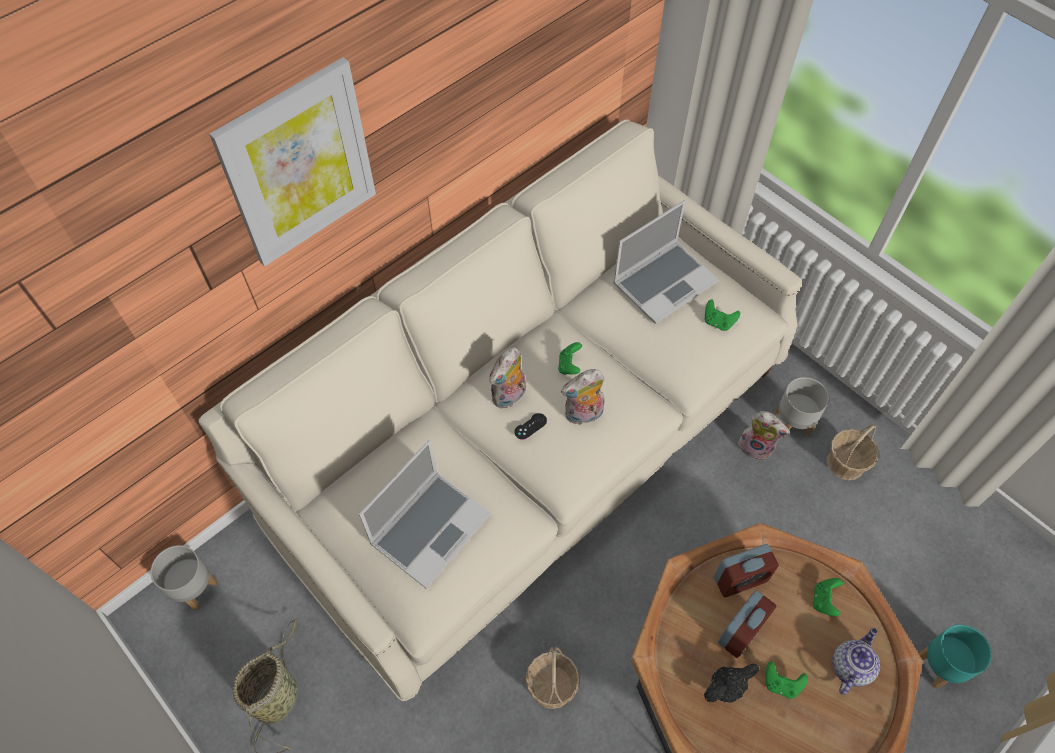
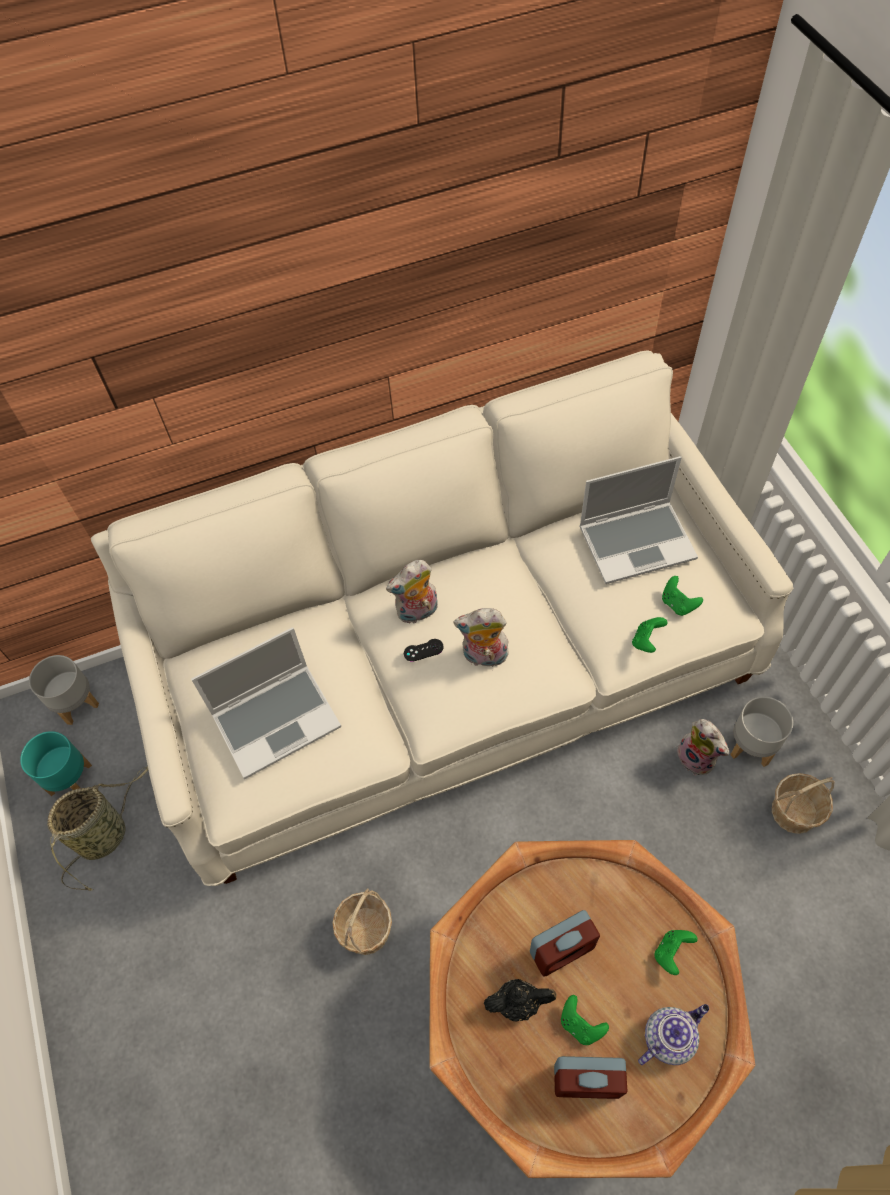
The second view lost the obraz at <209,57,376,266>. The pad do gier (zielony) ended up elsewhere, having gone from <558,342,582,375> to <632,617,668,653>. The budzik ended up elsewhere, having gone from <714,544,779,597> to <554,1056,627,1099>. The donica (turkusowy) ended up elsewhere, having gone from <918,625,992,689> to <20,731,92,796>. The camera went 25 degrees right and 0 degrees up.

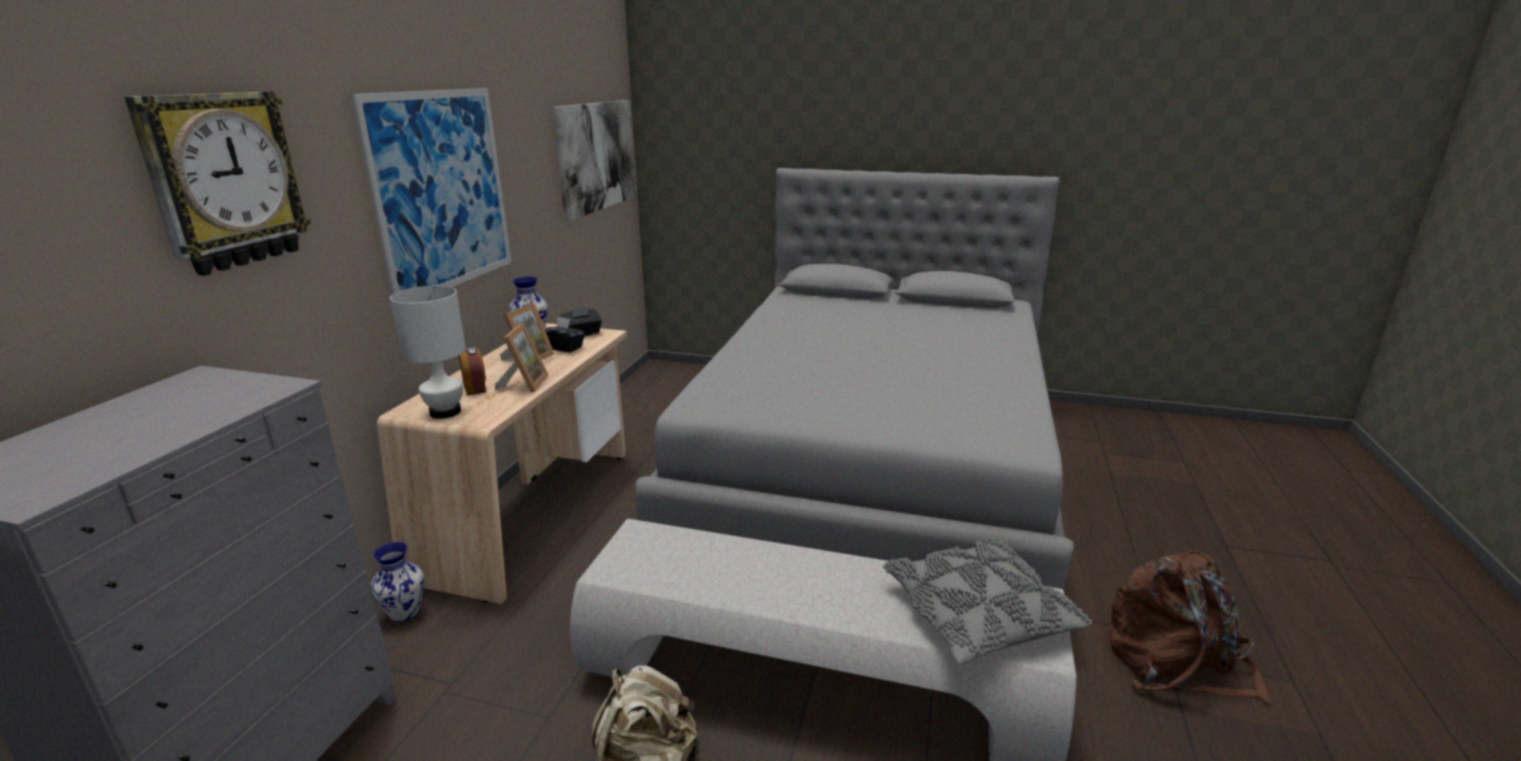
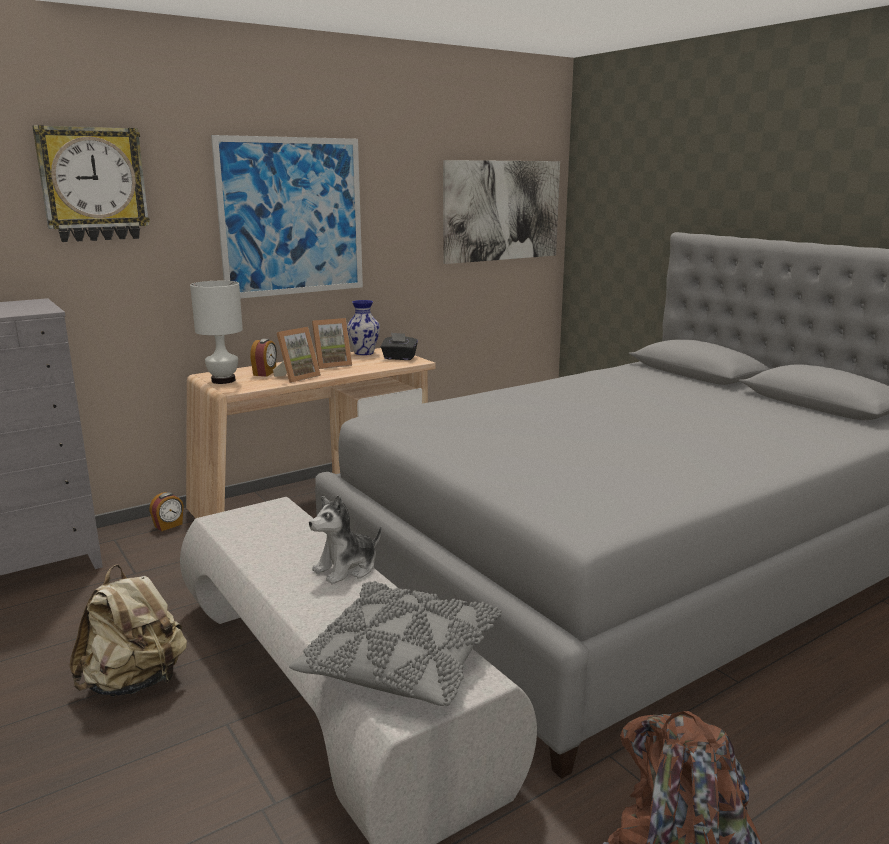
The second view lost the pudełko chusteczek (czarny) at <545,317,585,353>. The second view gained the pluszak at <309,495,381,584>. Where the wazon stood at <371,542,424,622>, the budzik came to stand at <149,492,184,531>. The camera went 40 degrees right and 5 degrees down.

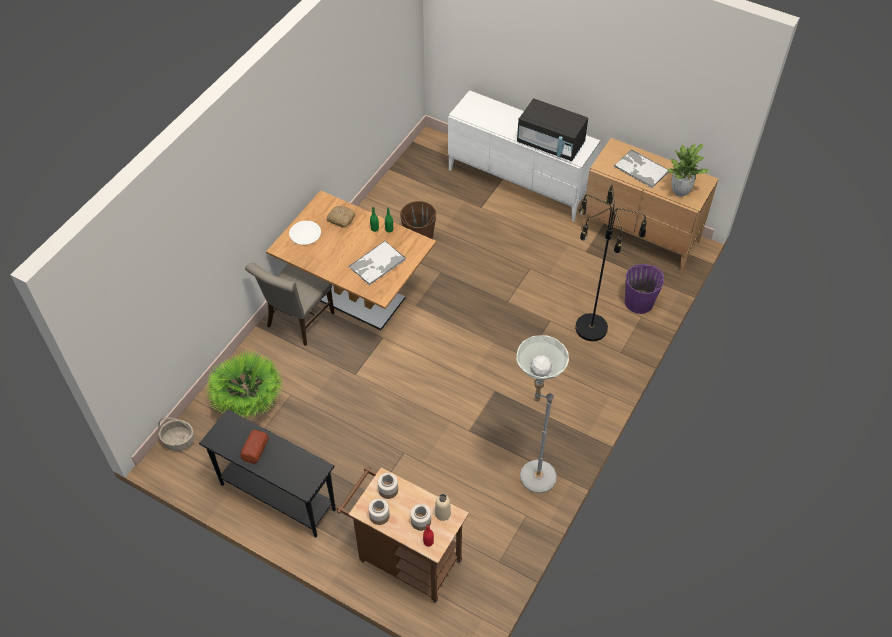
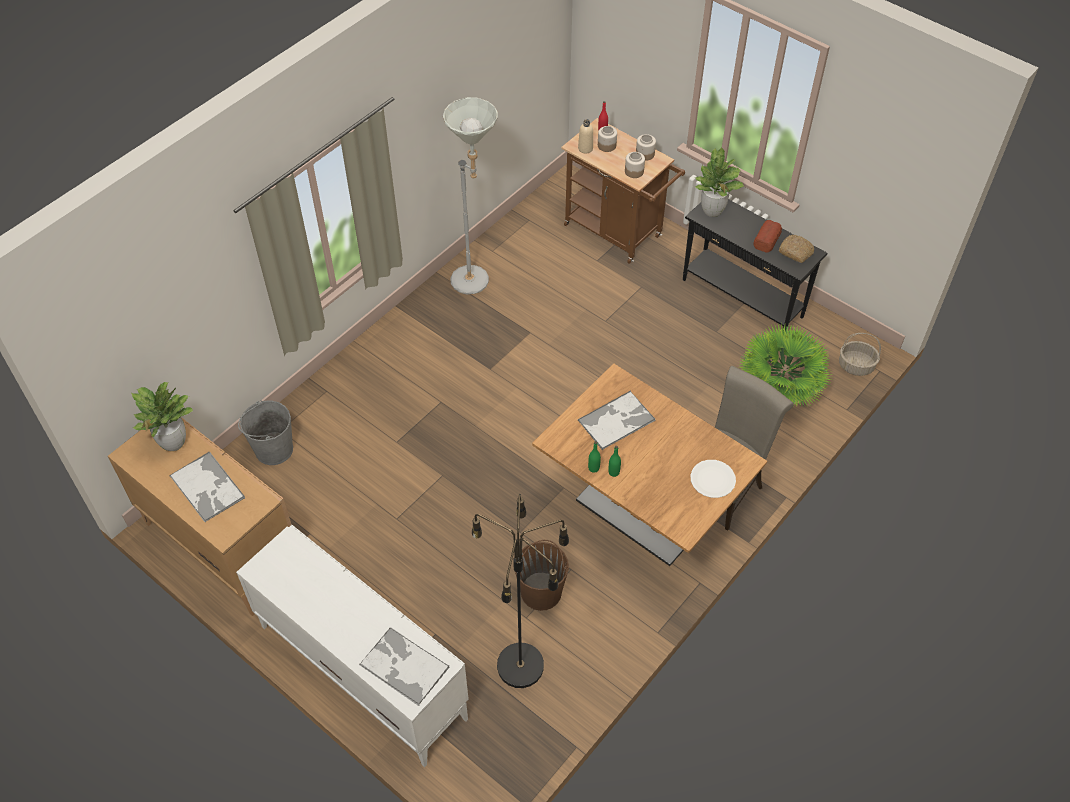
The second view lost the mikrofalówka (czarny) at <517,98,588,161>. The second view gained the taca at <359,628,449,706>. The second view gained the roślina doniczkowa at <695,147,744,217>. The chleb ended up elsewhere, having gone from <327,206,356,228> to <779,234,815,263>. The lampa stojąca ended up elsewhere, having gone from <575,184,647,341> to <472,494,569,688>. What was the wiadro (fioletowy) at <625,264,664,314> turned into the wiadro (szary) at <238,400,293,465>. The camera went 170 degrees left and 0 degrees up.

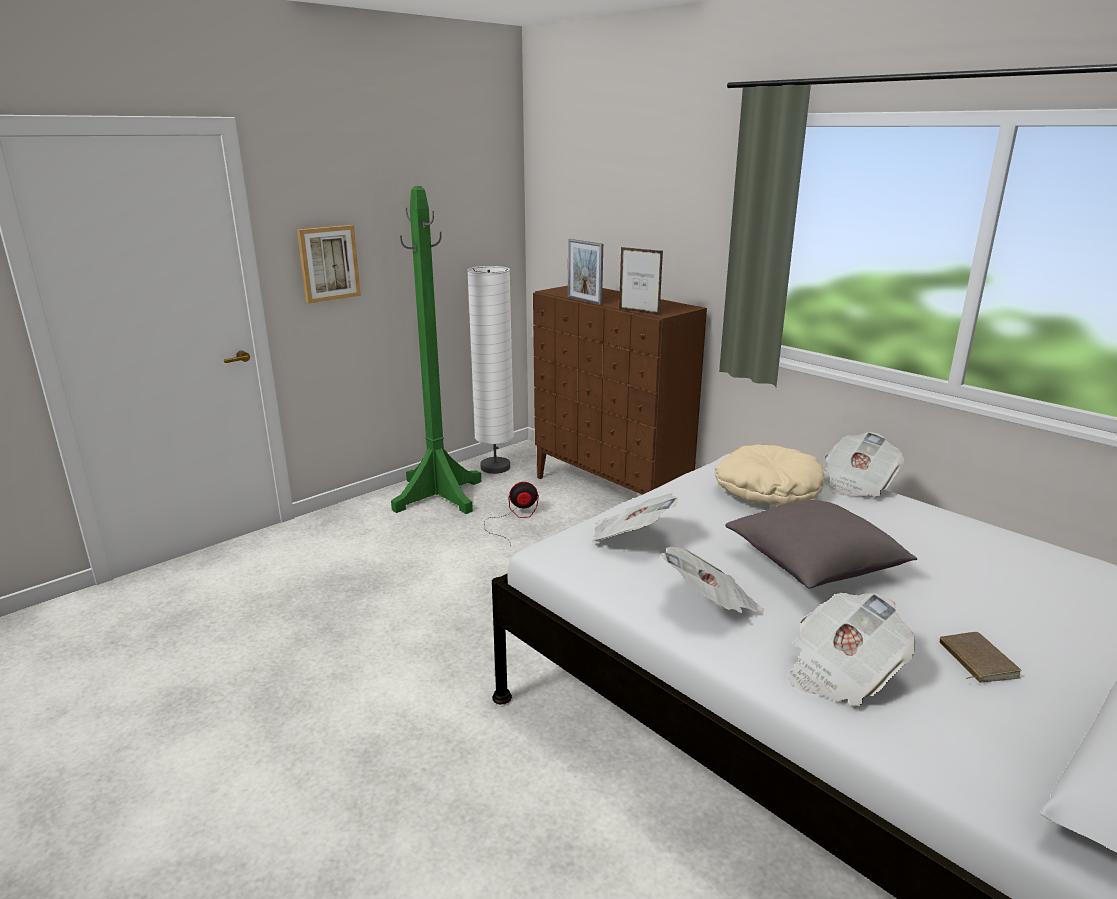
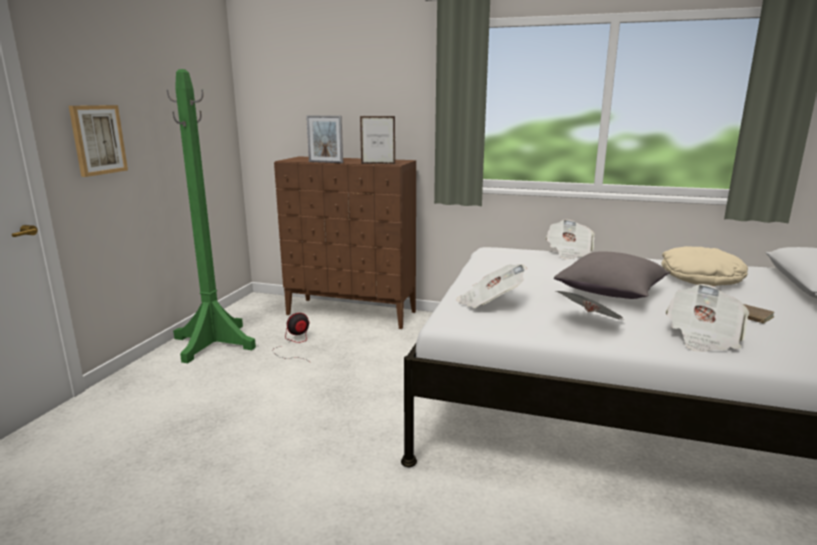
The second view lost the lampa stojąca (biały) at <467,266,514,474>. The poduszka (beżowy) ended up elsewhere, having gone from <715,445,824,506> to <661,246,748,286>. The camera went 30 degrees left and 5 degrees down.

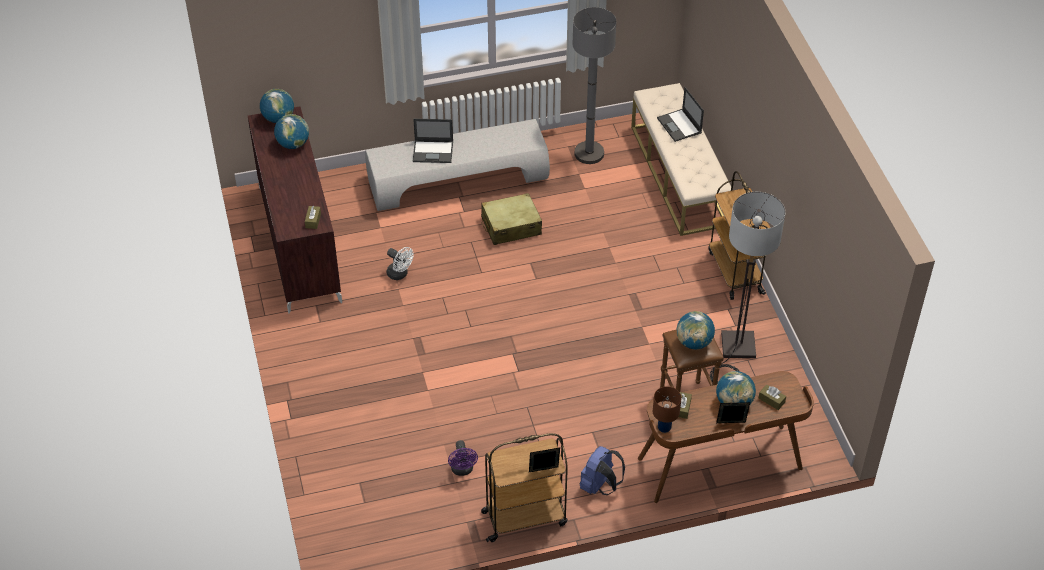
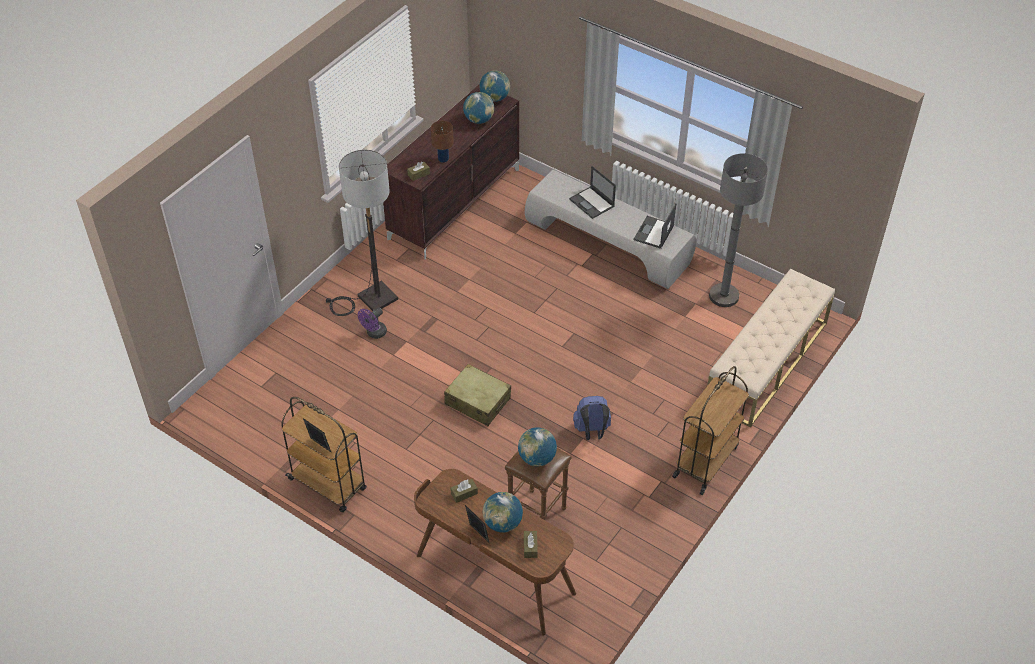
The second view lost the wentylator (biały) at <387,247,414,280>. The wentylator (fioletowy) ended up elsewhere, having gone from <448,440,478,476> to <358,307,387,339>. The walizka (beżowy) ended up elsewhere, having gone from <481,193,542,245> to <444,364,511,426>. The plecak (niebieski) ended up elsewhere, having gone from <580,446,625,495> to <573,396,611,440>. The lampa stołowa (brązowy) ended up elsewhere, having gone from <653,386,681,433> to <431,121,454,163>. The laptop ended up elsewhere, having gone from <657,87,704,142> to <633,203,676,249>. The lampa stojąca ended up elsewhere, having gone from <710,192,785,384> to <326,150,398,316>. The camera went 50 degrees right and 0 degrees up.

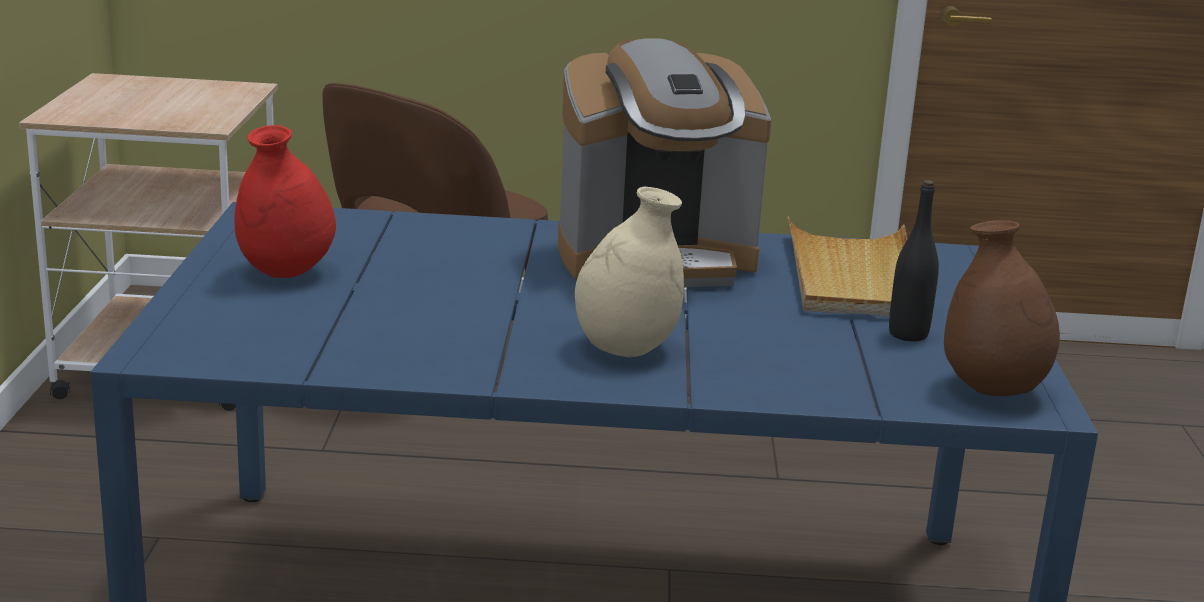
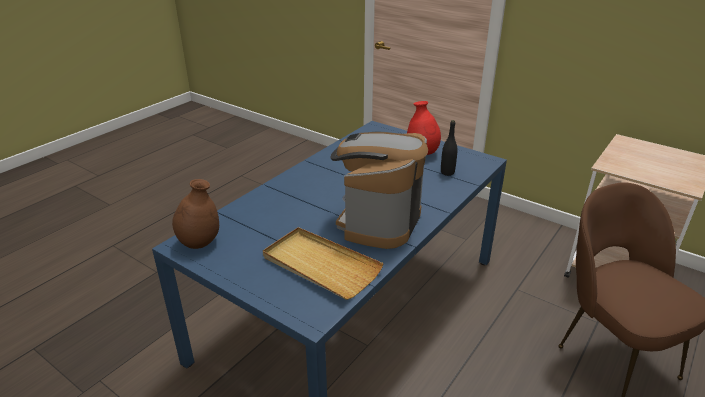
The second view lost the wazon (beżowy) at <575,186,684,357>. The butelka (czarny) ended up elsewhere, having gone from <889,180,939,341> to <441,120,458,176>. The camera went 125 degrees right and 10 degrees up.

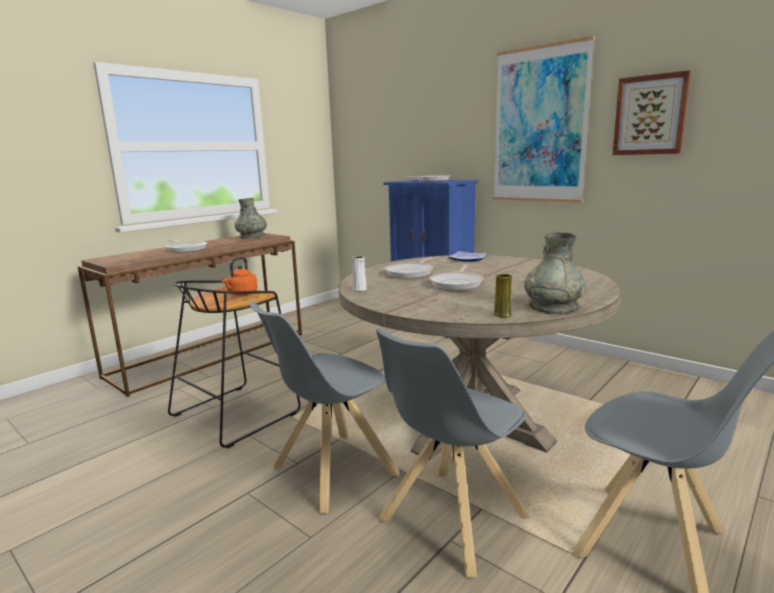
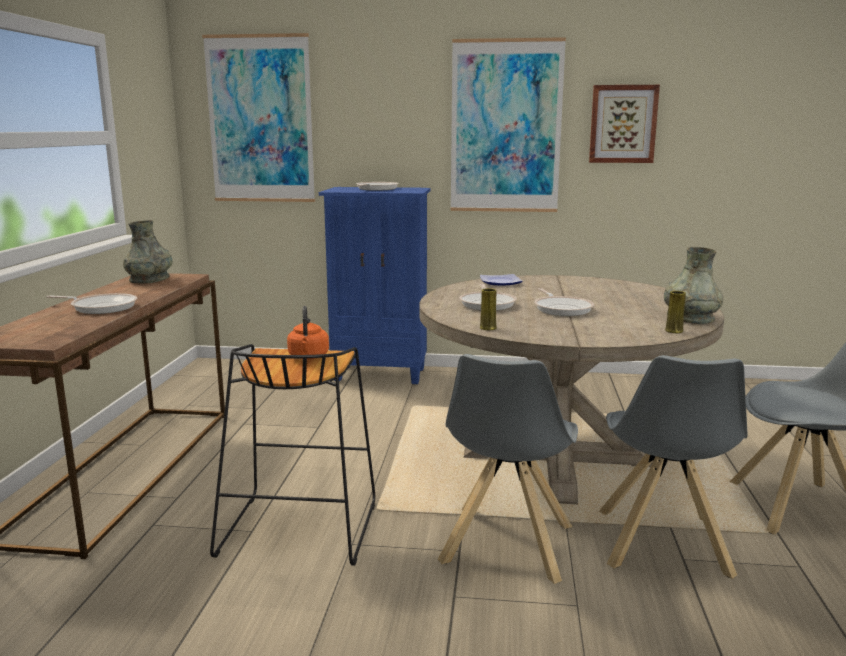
The second view gained the obraz at <202,33,315,202>. What was the wazon (biały) at <352,256,367,291> turned into the wazon (żółty) at <480,288,497,330>. The camera went 35 degrees left and 0 degrees up.

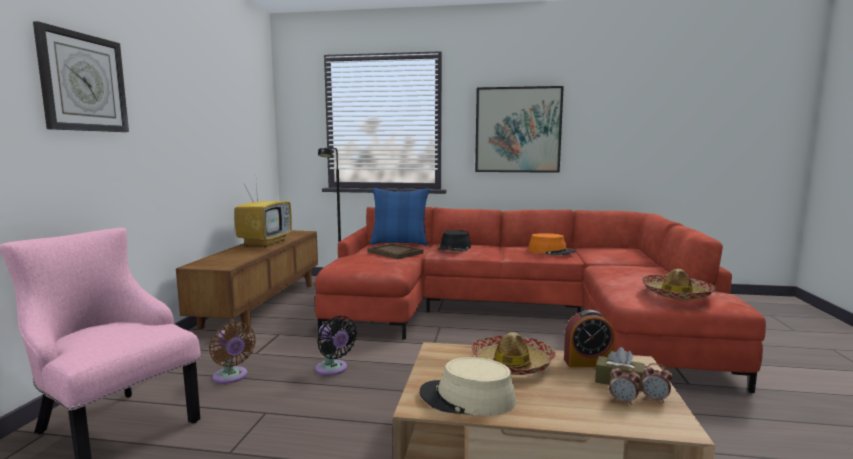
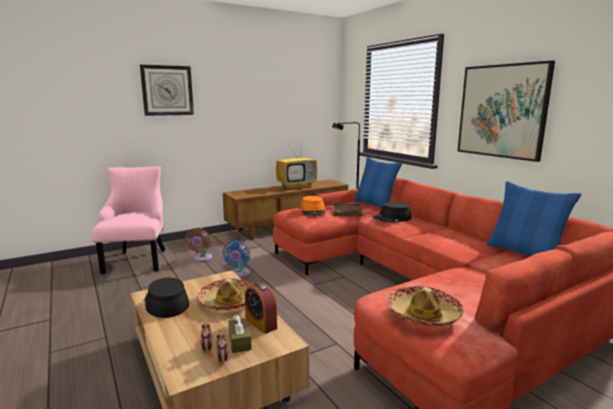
The second view gained the poduszka (niebieski) at <486,181,582,256>. The kapelusz (pomarańczowy) ended up elsewhere, having gone from <528,233,576,255> to <300,196,326,215>. What was the wentylator (czarny) at <315,315,357,376> turned into the wentylator (niebieski) at <222,241,251,278>. What was the kapelusz (beżowy) at <419,357,516,416> turned into the kapelusz (czarny) at <144,278,189,318>. The camera went 50 degrees right and 5 degrees up.

